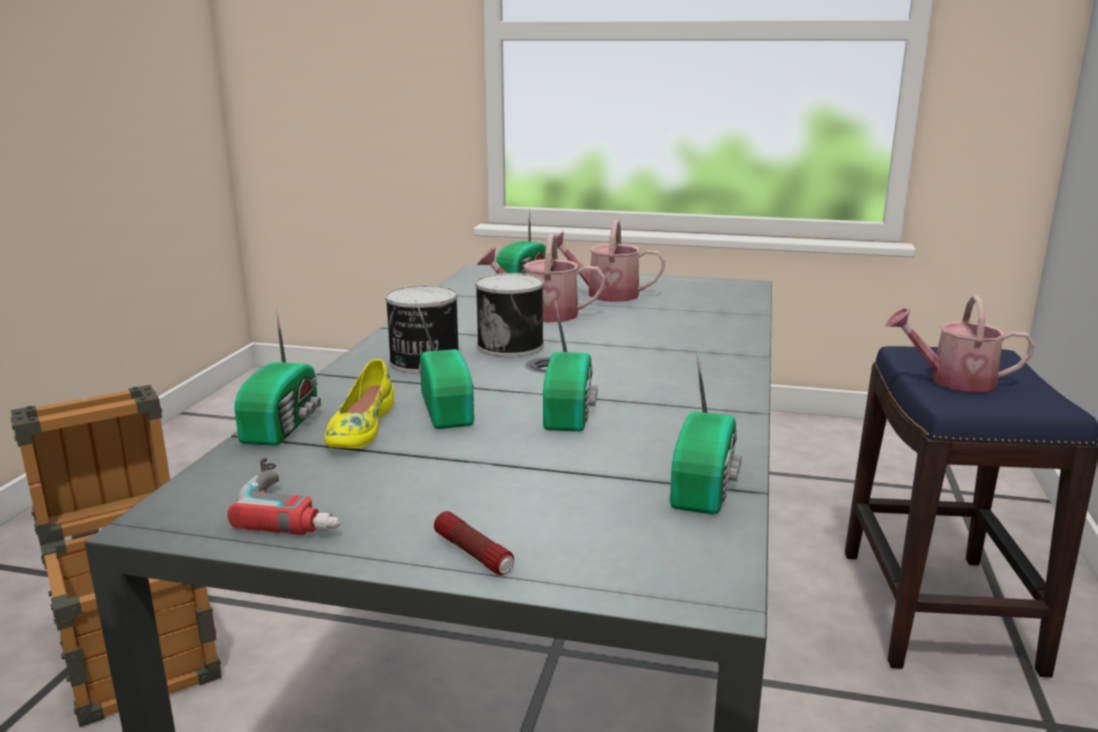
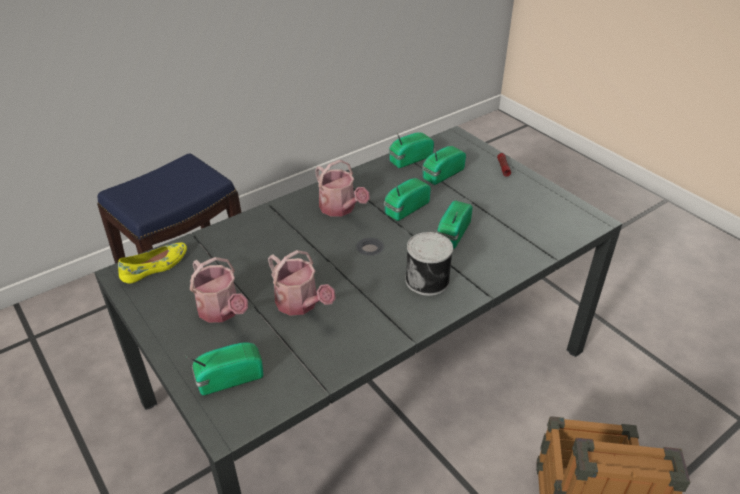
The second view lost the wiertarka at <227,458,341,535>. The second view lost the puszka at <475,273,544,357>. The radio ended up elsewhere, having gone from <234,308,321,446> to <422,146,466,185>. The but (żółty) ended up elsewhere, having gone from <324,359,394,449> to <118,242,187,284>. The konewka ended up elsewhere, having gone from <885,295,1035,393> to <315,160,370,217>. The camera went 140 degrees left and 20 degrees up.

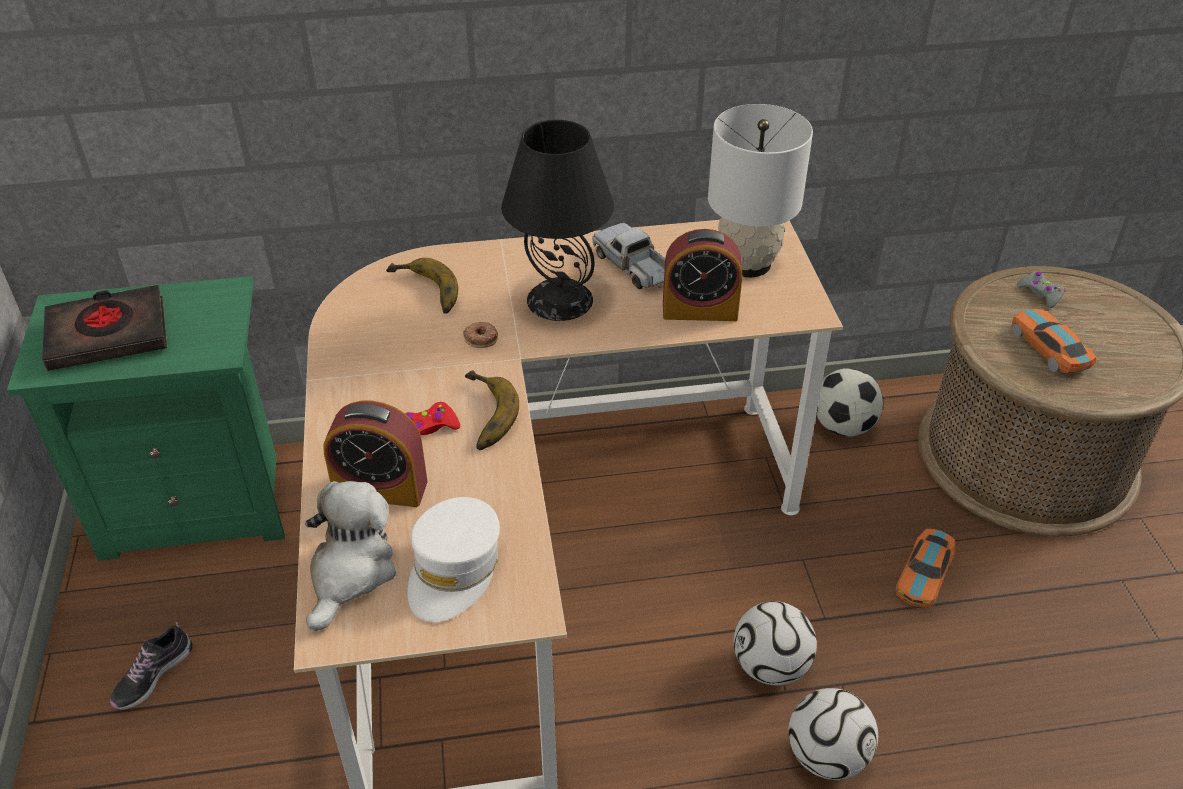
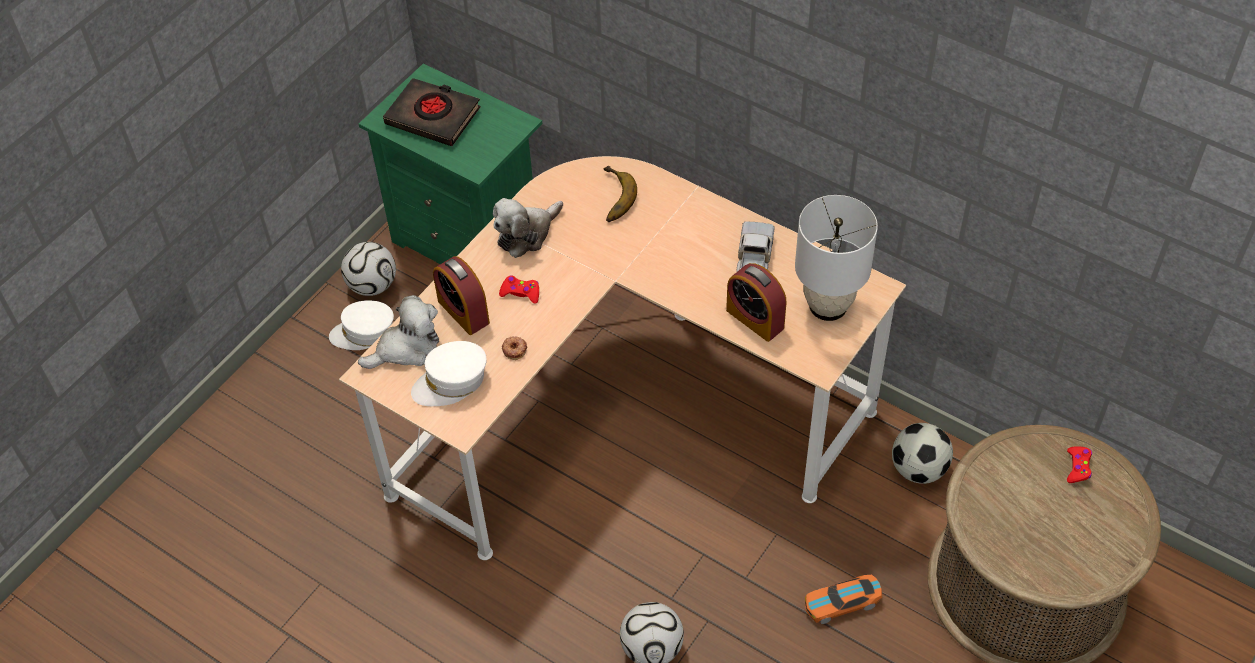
The second view lost the banan at <465,370,519,450>. The second view lost the lampa stołowa (czarny) at <501,120,614,321>. The second view lost the samochodzik at <1012,309,1096,374>. The second view gained the pluszak at <493,198,563,258>. The donut ended up elsewhere, having gone from <463,322,498,348> to <502,336,527,360>. The piłka futbolowa ended up elsewhere, having gone from <734,601,817,685> to <341,242,396,296>. Where the but stood at <110,622,192,710>, the czapka z daszkiem (biały) came to stand at <329,300,394,350>. What was the pad do gier (szary) at <1017,271,1065,308> turned into the pad do gier (czerwony) at <1067,446,1092,483>. The camera went 45 degrees right and 10 degrees up.

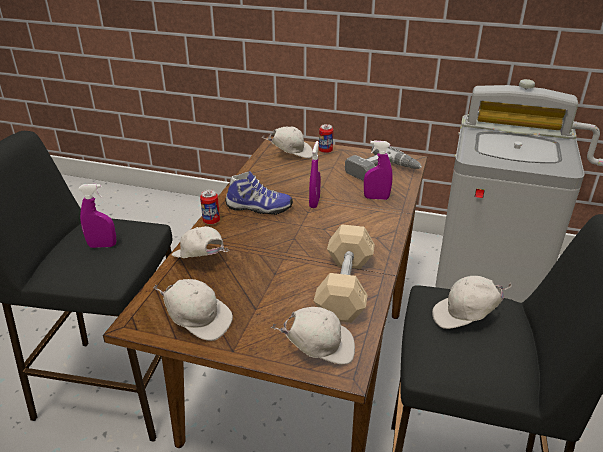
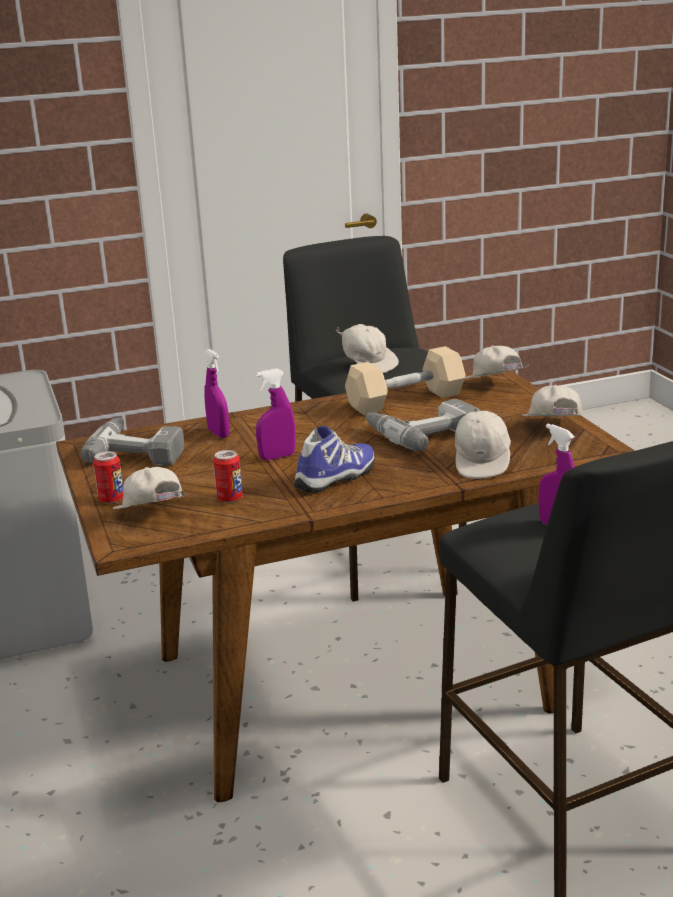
The second view gained the wiertarka at <365,399,480,452>. The puszka ended up elsewhere, having gone from <200,190,220,224> to <213,450,243,503>. The but at <225,171,293,215> ended up facing another way, 75 degrees clockwise from before. The camera went 125 degrees left and 10 degrees down.

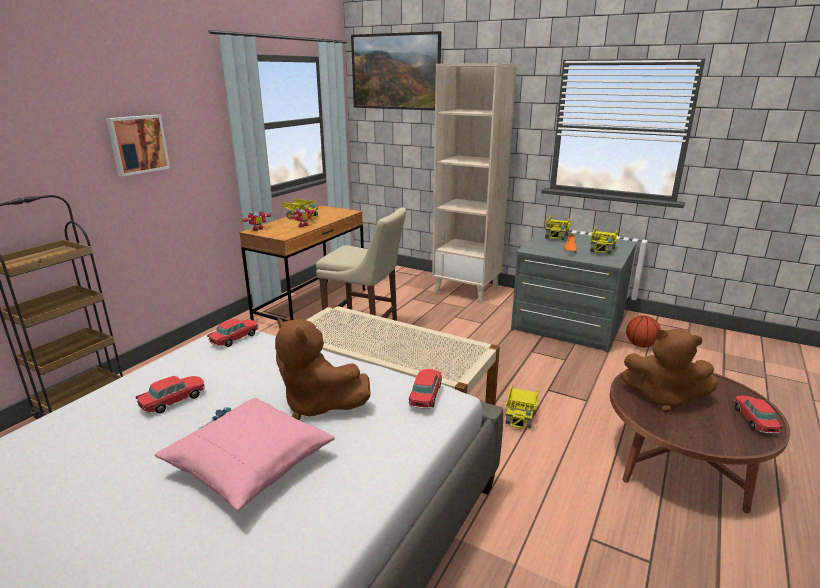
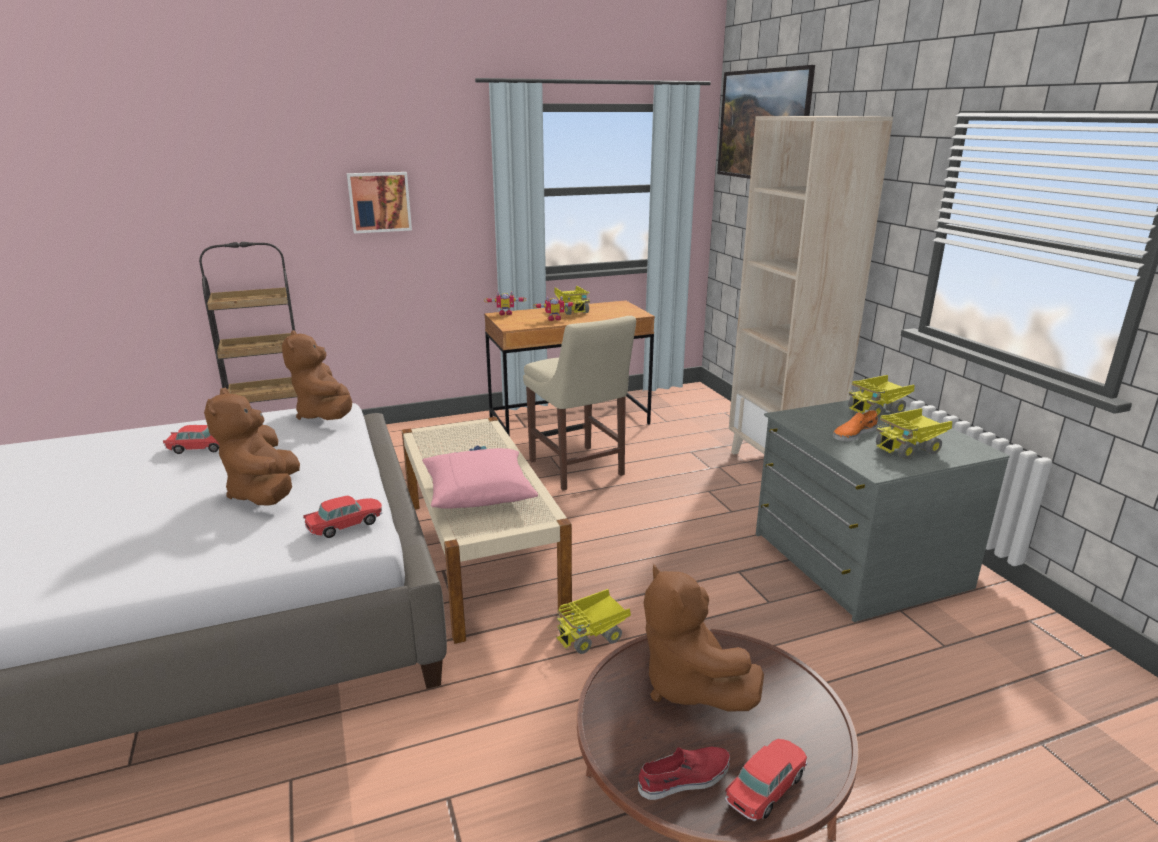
The second view lost the piłka do koszykówki at <626,315,661,347>. The second view gained the but (czerwony) at <638,747,730,800>. The poduszka (różowy) ended up elsewhere, having gone from <155,398,335,511> to <422,445,538,509>. Where the samochodzik stood at <207,319,259,347>, the pluszak (brązowy) came to stand at <282,330,352,420>. The camera went 40 degrees right and 0 degrees up.

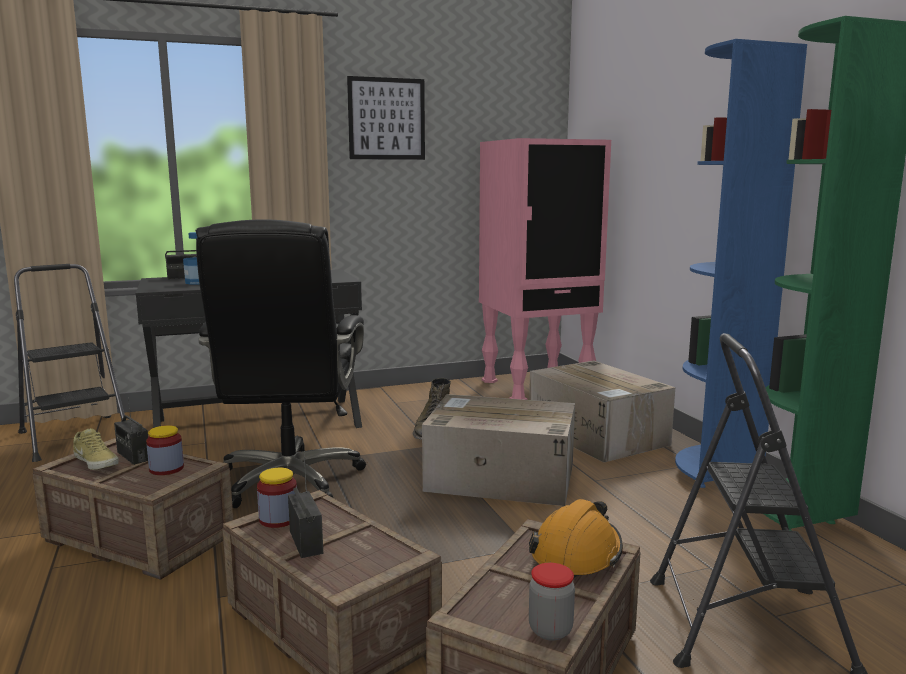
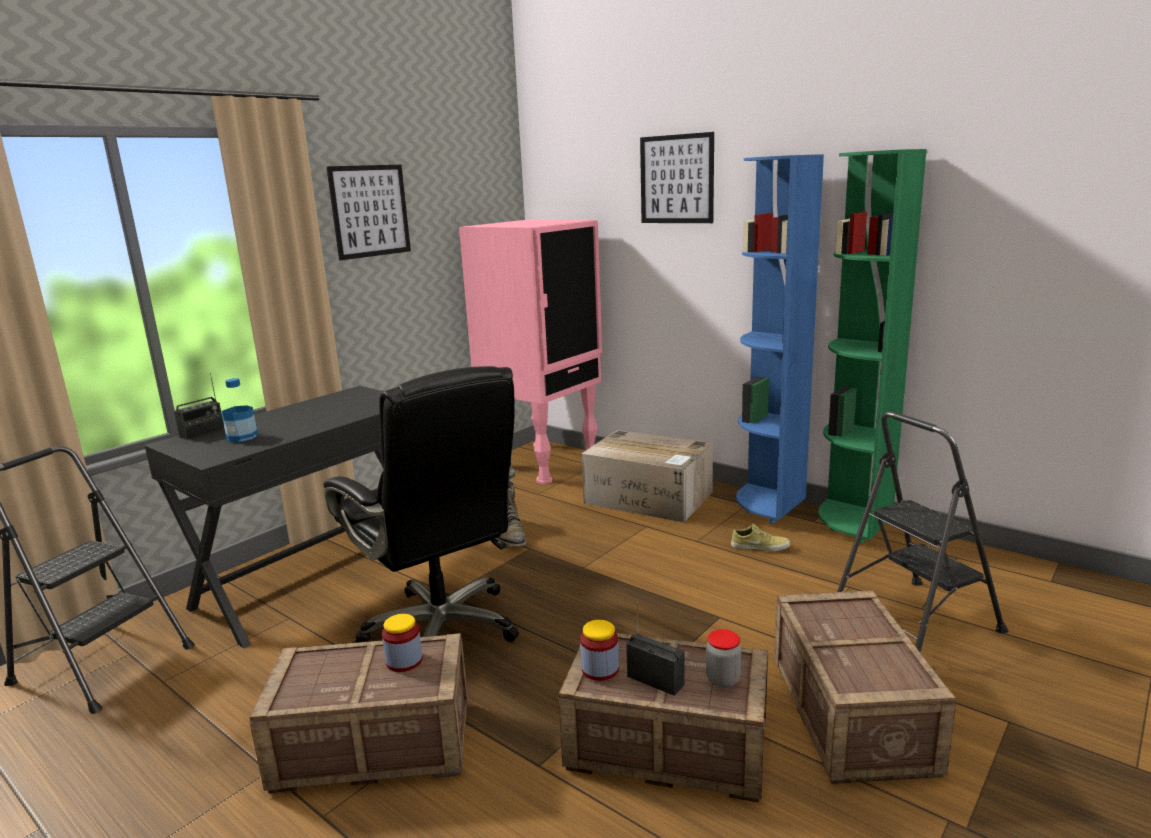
The second view lost the radio at <114,398,148,465>. The second view lost the karton at <422,394,575,506>. The second view lost the kask (pomarańczowy) at <529,499,623,578>. The second view gained the obraz at <640,132,714,223>. The but (beżowy) ended up elsewhere, having gone from <73,428,119,470> to <731,524,790,551>. The słoik ended up elsewhere, having gone from <529,563,575,641> to <706,629,741,688>. The camera went 30 degrees left and 5 degrees up.

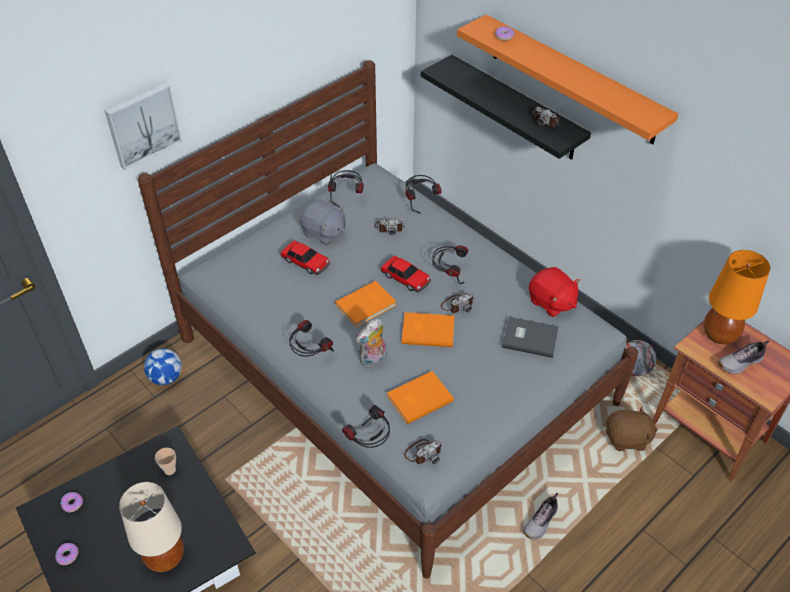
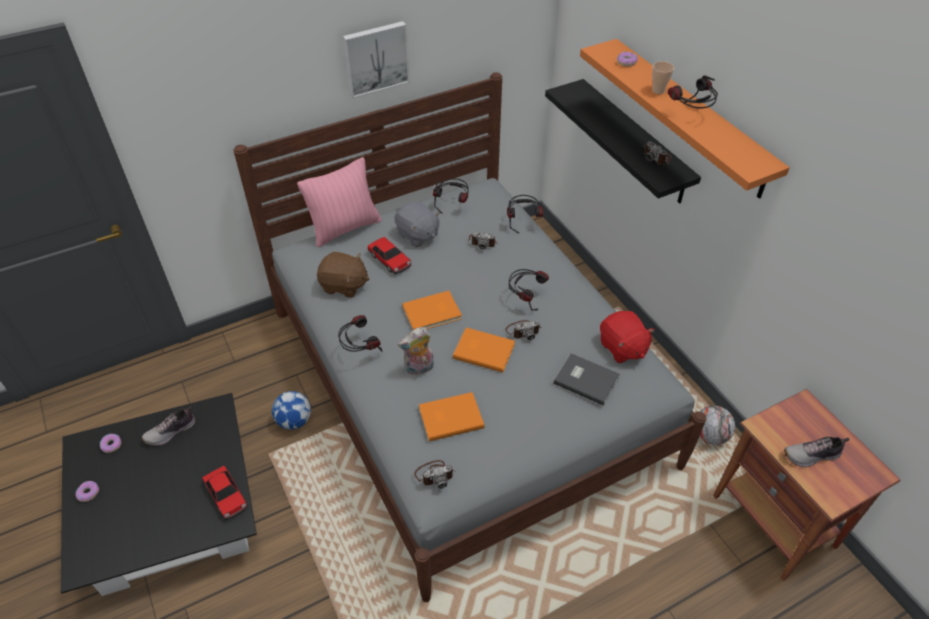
The second view lost the lampa stołowa (beżowy) at <119,482,184,572>. The second view lost the lampa stołowa (pomarańczowy) at <704,250,770,344>. The second view gained the poduszka (różowy) at <297,157,381,247>. The obraz ended up elsewhere, having gone from <104,83,182,170> to <343,21,410,98>. The piłka futbolowa ended up elsewhere, having gone from <144,348,182,385> to <272,391,311,429>. The filiżanka ended up elsewhere, having gone from <155,448,176,475> to <652,61,674,94>. The słuchawki ended up elsewhere, having gone from <342,405,390,448> to <668,75,718,108>. The samochodzik ended up elsewhere, having gone from <381,255,431,292> to <202,466,248,520>. The but ended up elsewhere, having gone from <523,493,558,540> to <142,406,195,446>. The pluszak (brązowy) ended up elsewhere, having gone from <605,406,658,451> to <317,252,369,298>. The camera went 15 degrees right and 0 degrees up.

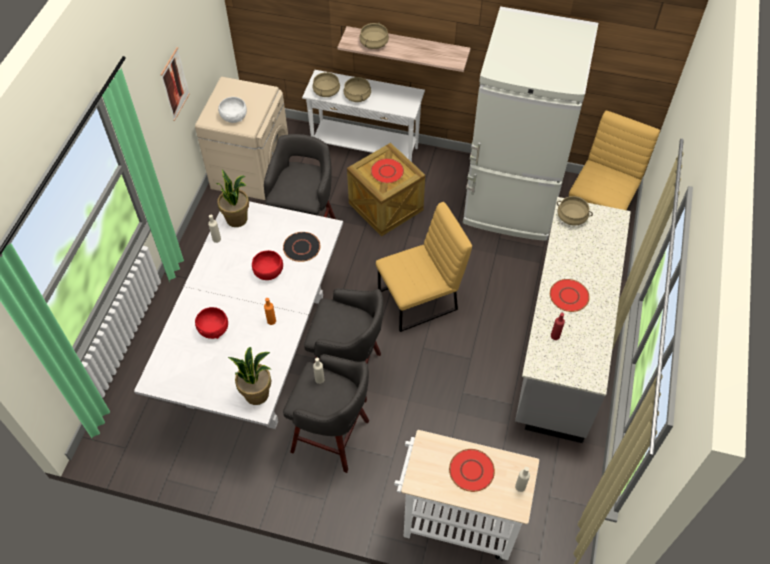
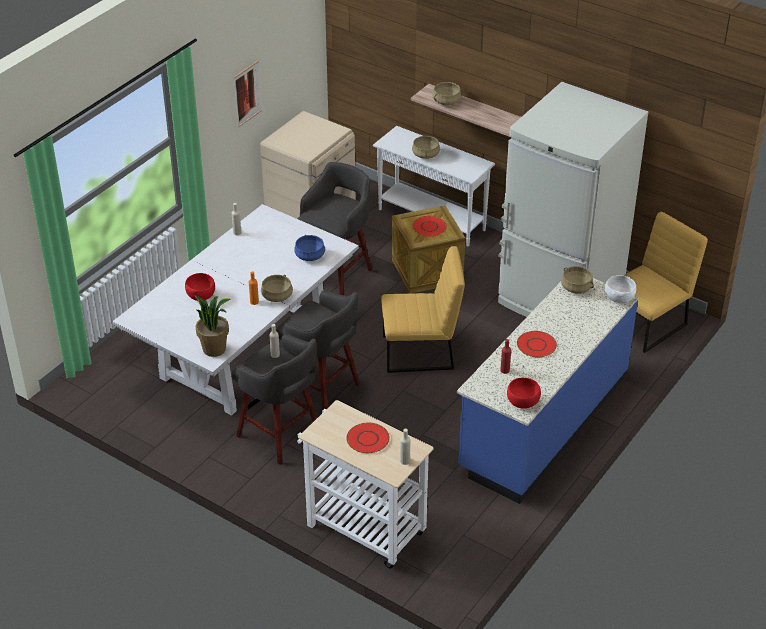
The second view lost the roślina doniczkowa at <216,169,249,227>. The miska (biały) ended up elsewhere, having gone from <218,97,247,123> to <605,275,636,303>. The miska (czerwony) ended up elsewhere, having gone from <252,250,283,280> to <507,378,541,409>. The garnek (beżowy) ended up elsewhere, having gone from <312,72,340,97> to <261,275,293,302>. Where the talerz (czarny) stood at <283,232,320,262>, the garnek (niebieski) came to stand at <294,235,325,261>. What was the zabudowa kuchenna (szary) at <515,197,631,443> turned into the zabudowa kuchenna (niebieski) at <457,278,639,504>. The camera went 20 degrees right and 15 degrees down.

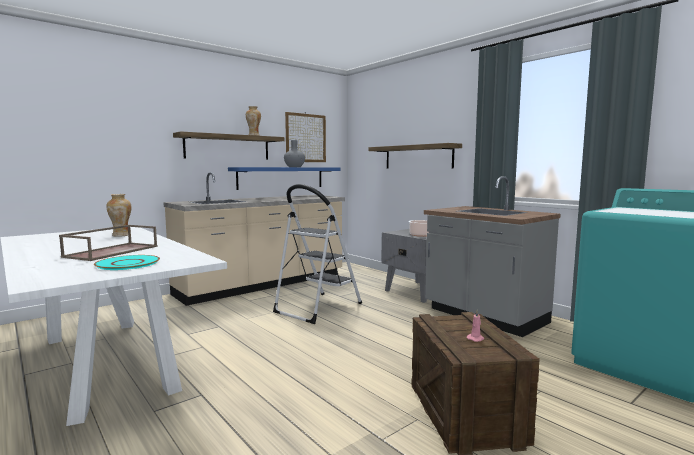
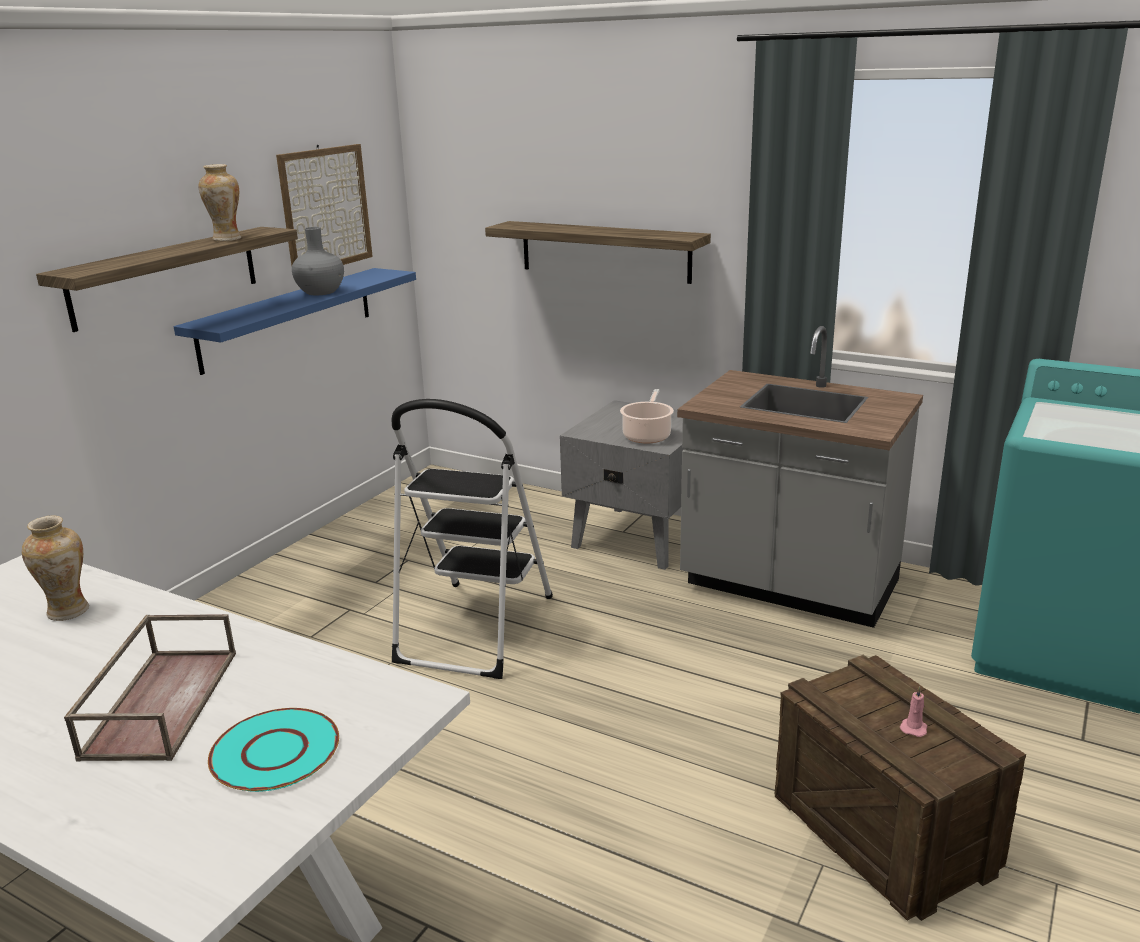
The second view lost the zabudowa kuchenna (beżowy) at <163,172,345,306>. The camera went 20 degrees left and 15 degrees up.

